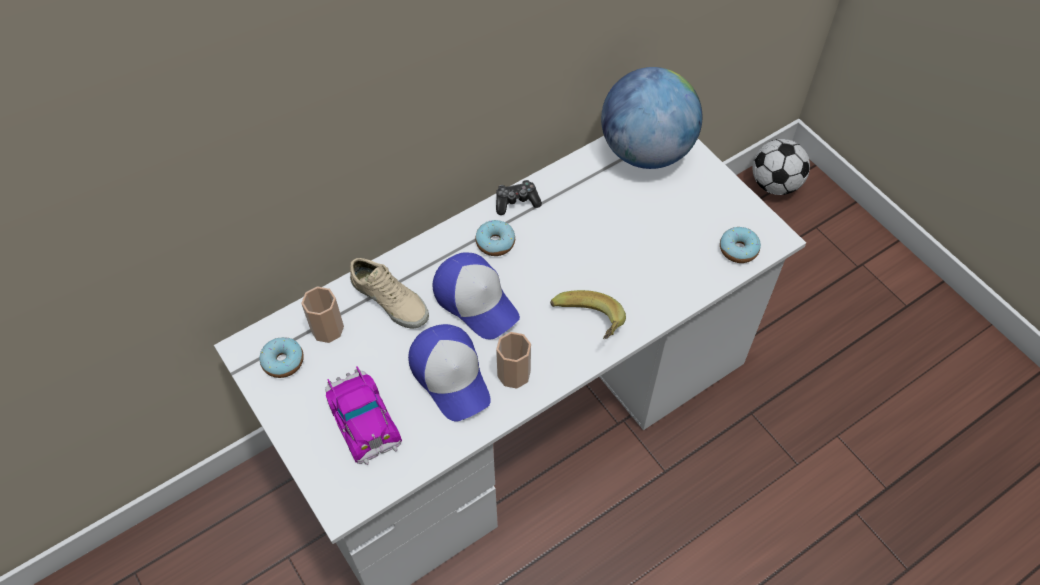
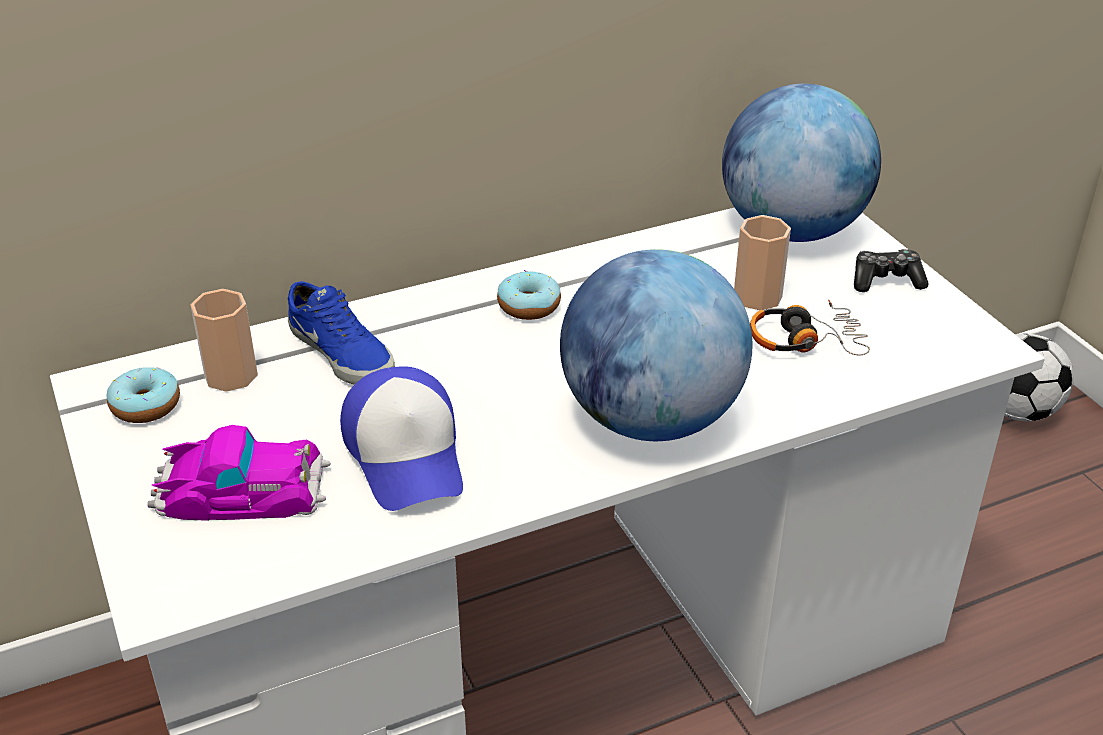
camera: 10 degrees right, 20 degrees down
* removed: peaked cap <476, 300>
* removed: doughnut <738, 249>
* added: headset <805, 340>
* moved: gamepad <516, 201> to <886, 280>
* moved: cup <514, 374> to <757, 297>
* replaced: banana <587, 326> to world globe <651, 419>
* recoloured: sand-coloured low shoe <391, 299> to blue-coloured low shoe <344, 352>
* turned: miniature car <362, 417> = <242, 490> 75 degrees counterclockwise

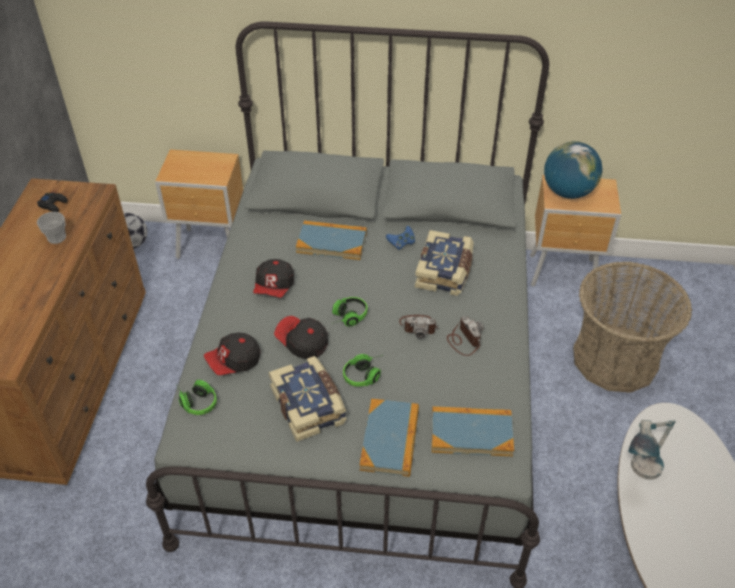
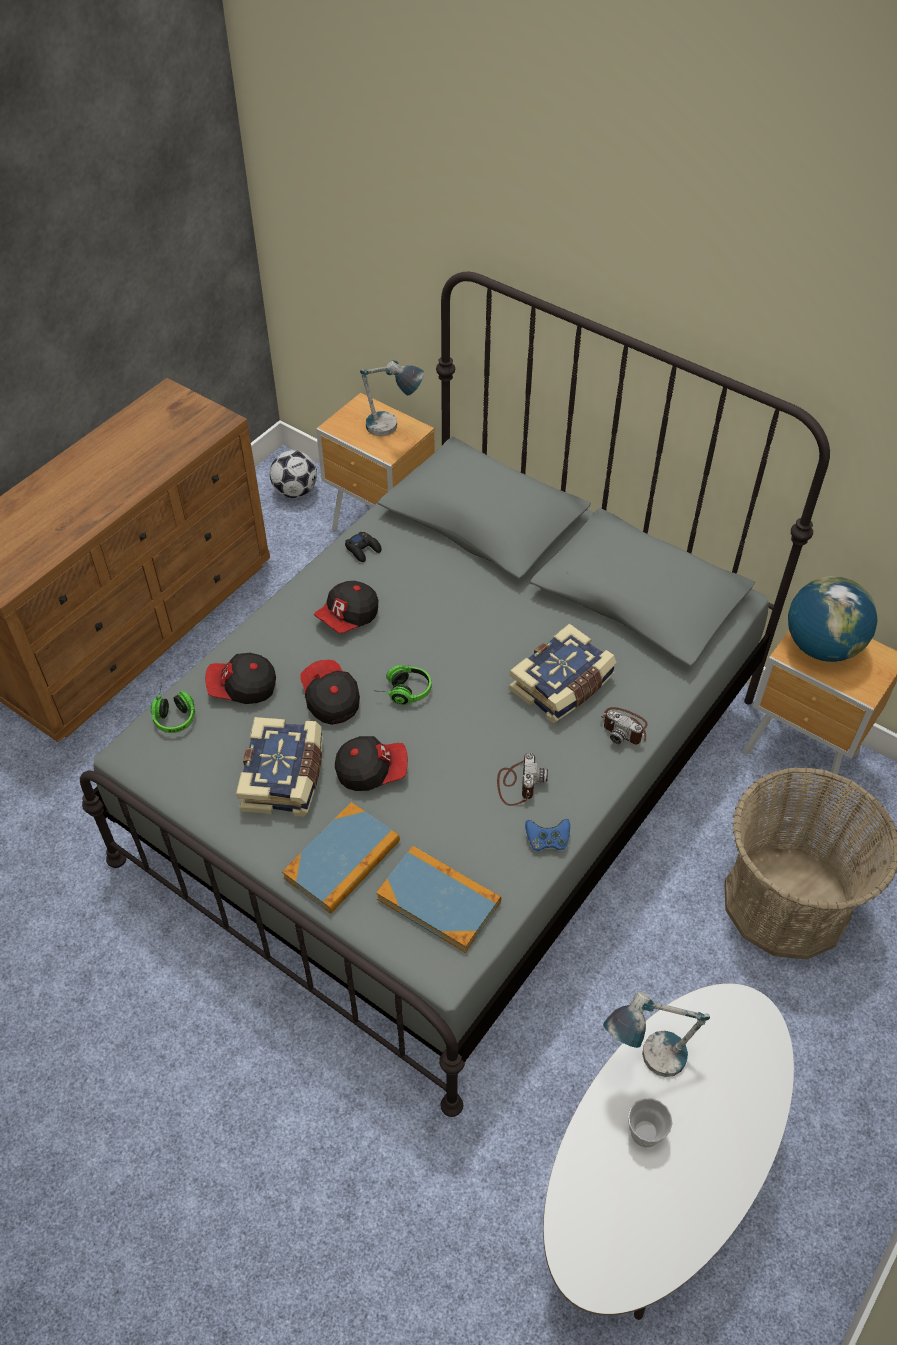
camera: 30 degrees right, 5 degrees up
* removed: volume <331, 242>
* added: lamp for a table <392, 431>
* moved: blackish gamepad <53, 204> to <363, 549>
* moved: cup <56, 238> to <645, 1132>
* moved: blue-coloured gamepad <401, 243> to <547, 841>
* moved: still camera <418, 326> to <625, 727>
* replaced: headset <365, 374> to peaked cap <372, 770>

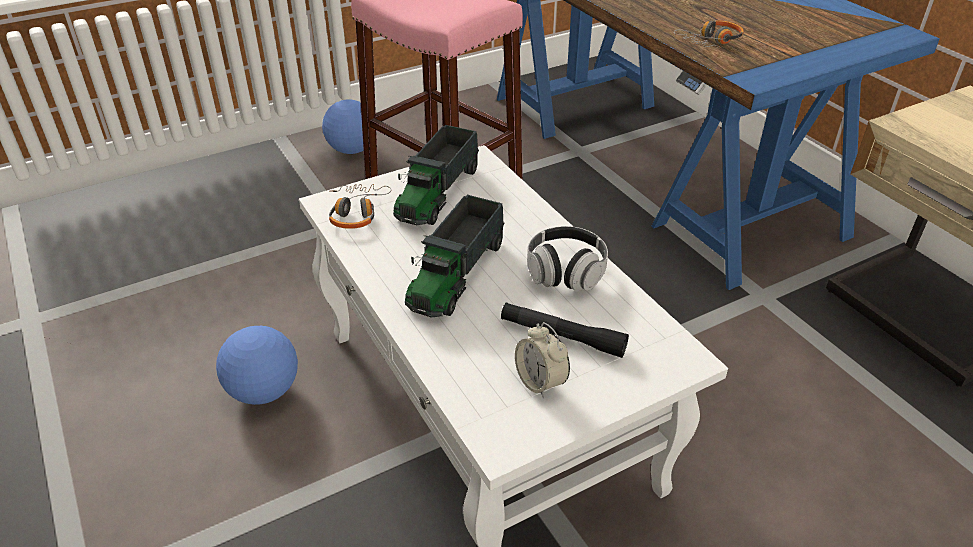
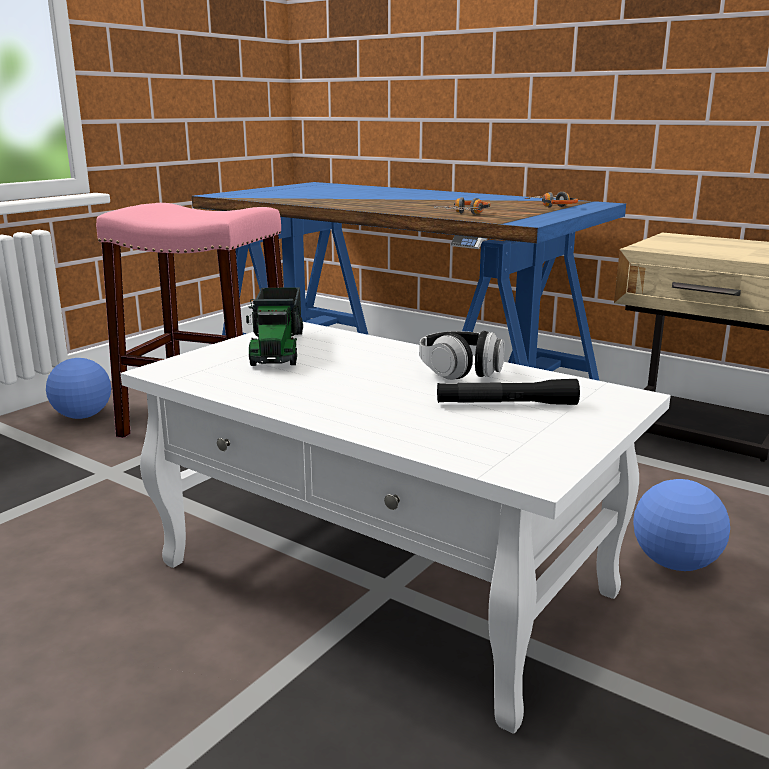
camera: 25 degrees left, 20 degrees down
* removed: toy truck <457, 274>
* removed: table clock <540, 382>
* moved: ball for football <264, 391> to <674, 563>
* moved: headset <356, 212> to <553, 206>

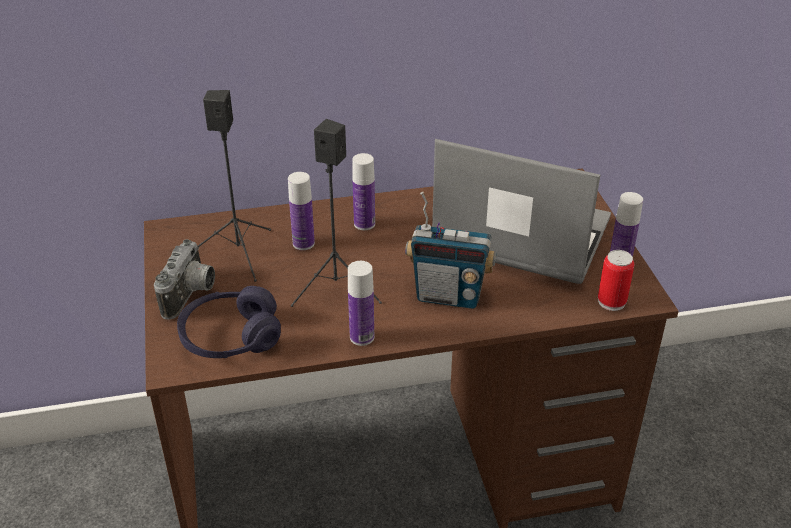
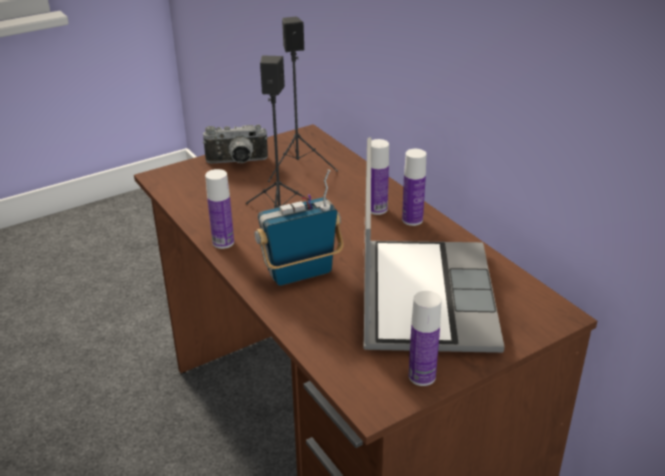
camera: 70 degrees right, 5 degrees down
* removed: purple headset <230, 337>
* removed: can <611, 302>
* moved: bottle <303, 243> to <412, 220>
* turned: radio set <448, 296> = <300, 274> 75 degrees clockwise

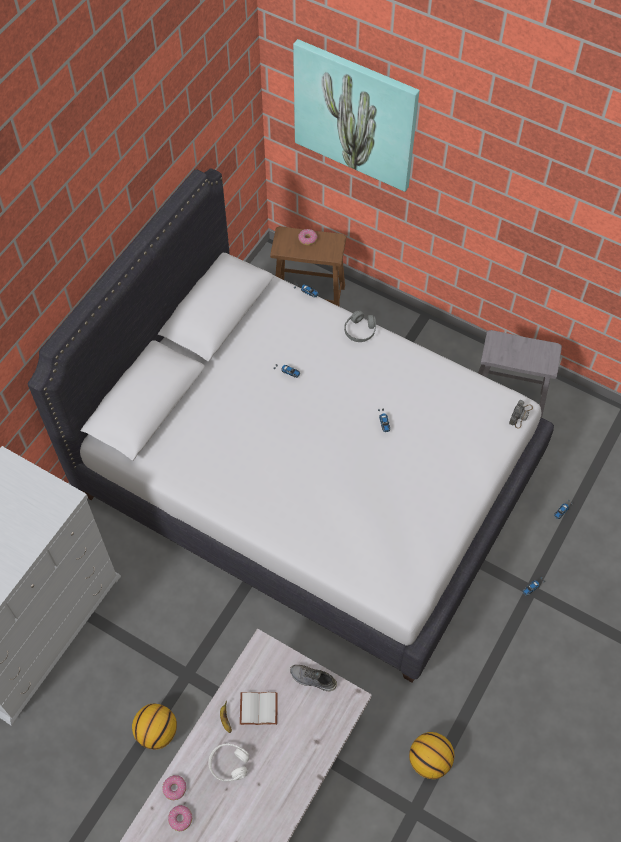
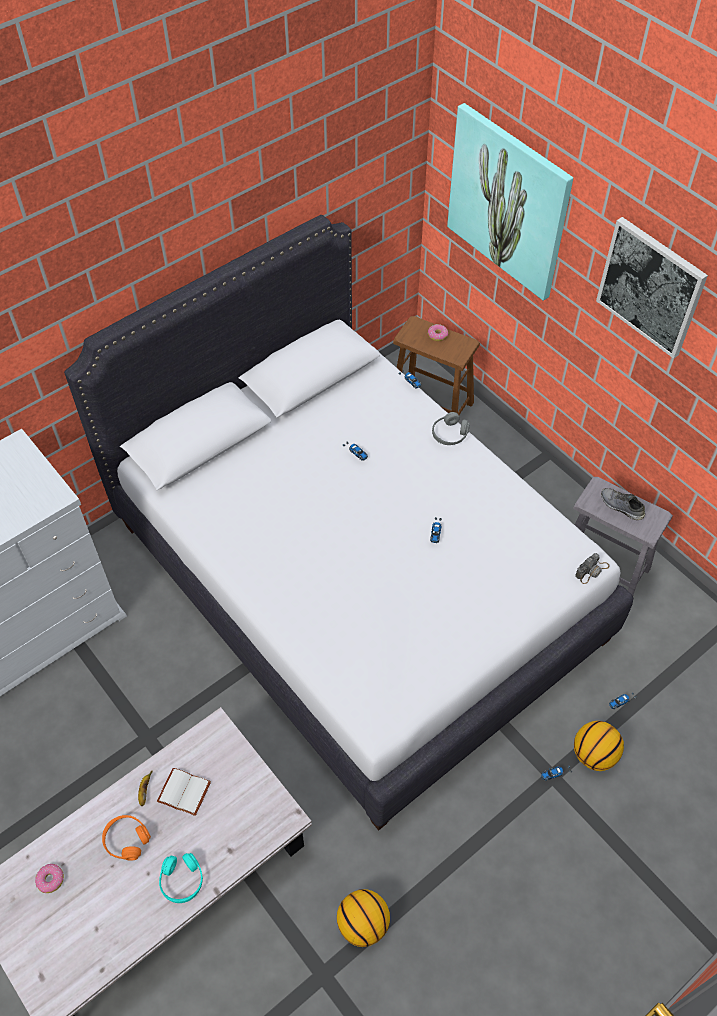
camera: 20 degrees right, 5 degrees down
* removed: doughnut <174, 788>
* added: blue-green headset <182, 880>
* added: wall picture <651, 287>
* moved: ball for basketball <157, 732> to <594, 754>
* moved: greyish low shoe <312, 679> to <621, 507>
* recoloured: white-coloured headset <229, 764> to orangey headset <127, 840>

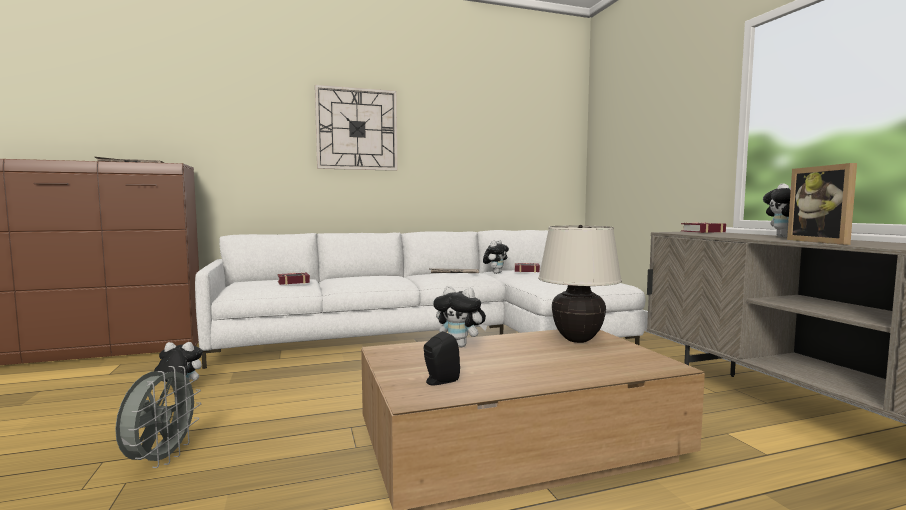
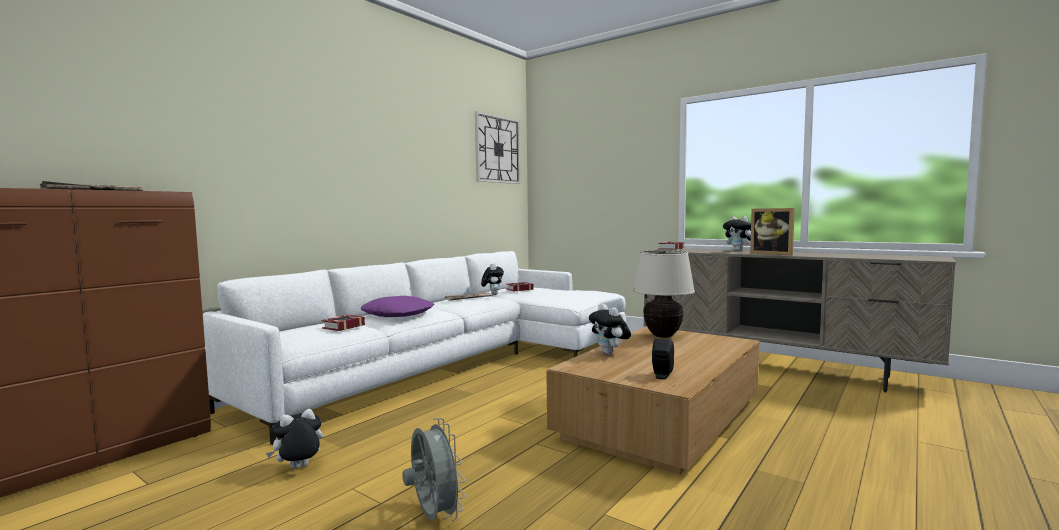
camera: 35 degrees left, 0 degrees up
* added: purple throw pillow <398, 314>
* moved: hanging clock <357, 129> to <497, 149>
* turned: soft toy <461, 345> = <610, 353> 75 degrees clockwise

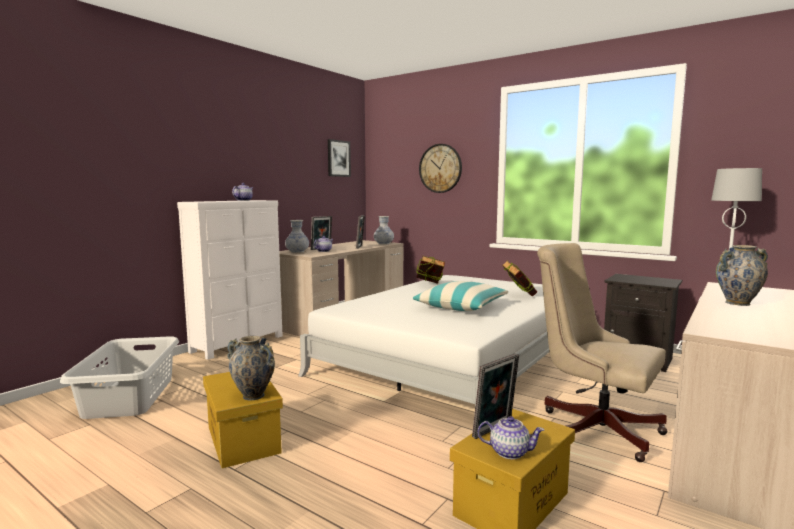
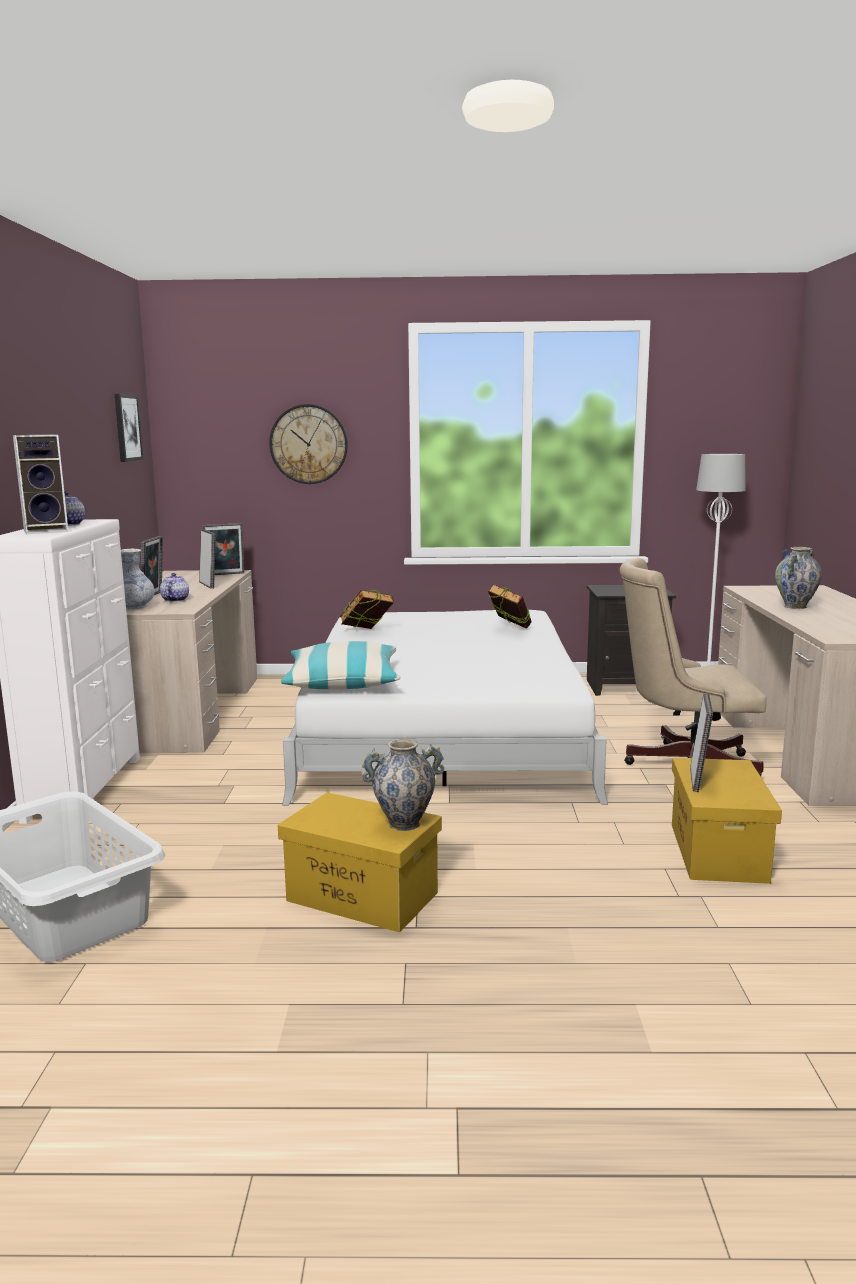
camera: 35 degrees left, 5 degrees up
* removed: teapot <509, 452>
* added: loudspeaker <48, 531>
* moved: throw pillow <461, 307> to <343, 682>
* replaced: flower vase <383, 244> to standing frame <225, 574>

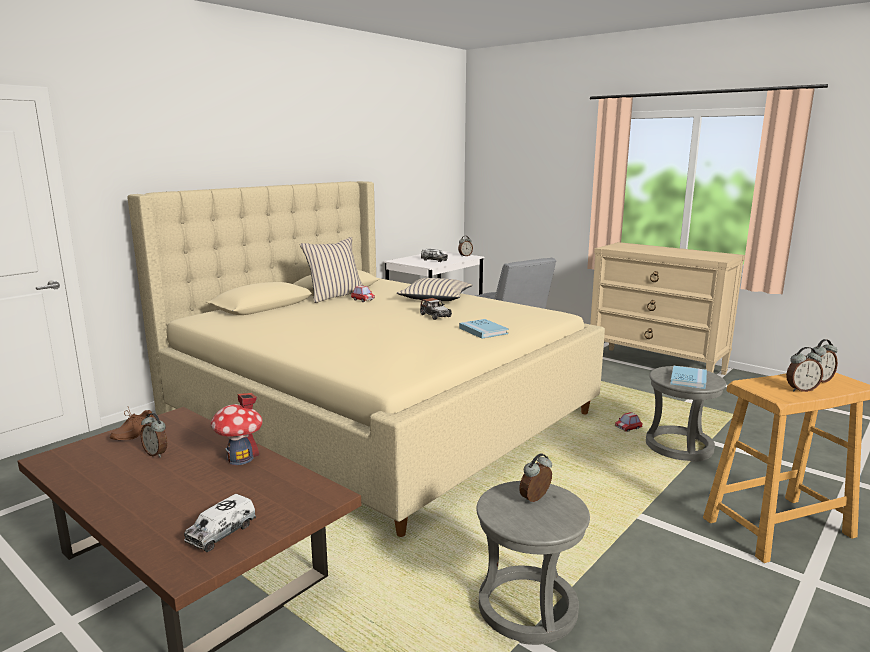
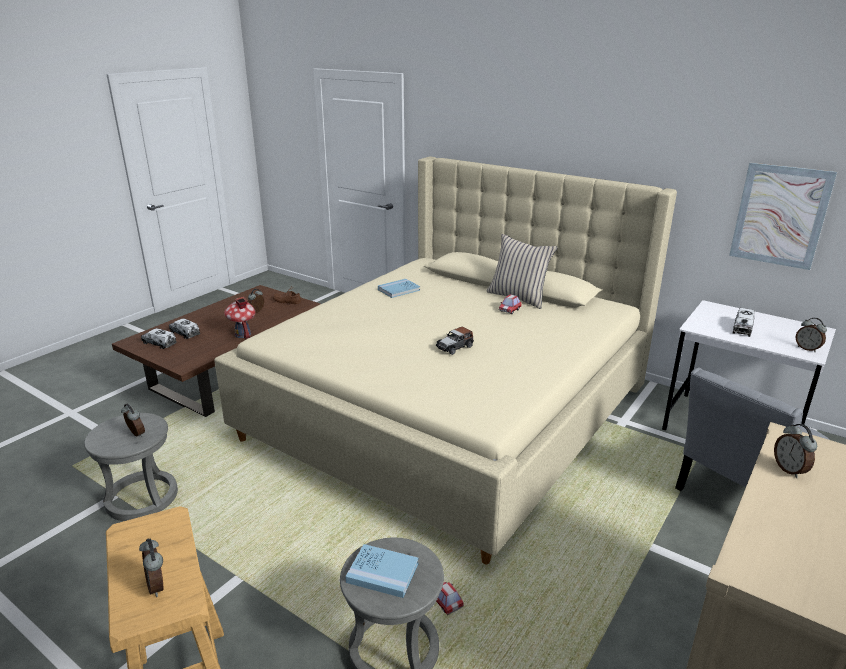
camera: 85 degrees right, 10 degrees up
* removed: sand-coloured throw pillow <435, 298>
* added: toy truck <185, 333>
* added: wall picture <780, 215>
* moved: blue-coloured volume <483, 331> to <398, 290>
* moved: table clock <801, 389> to <790, 470>

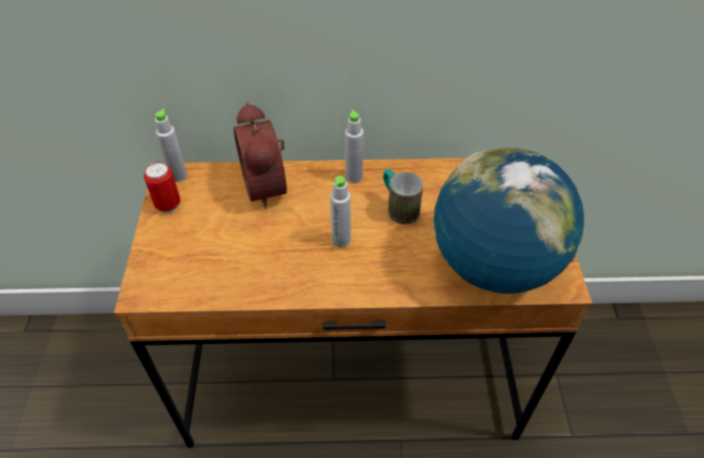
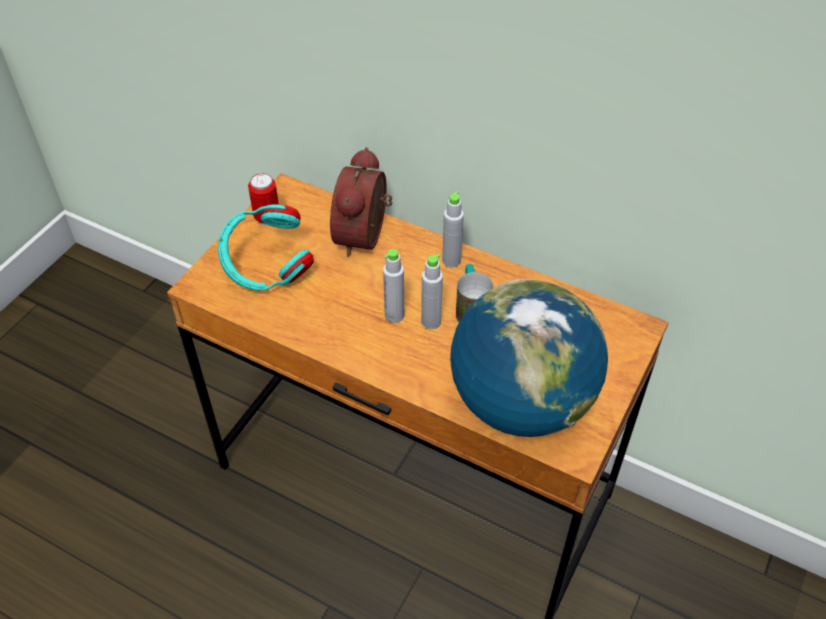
camera: 30 degrees right, 0 degrees up
* added: blue-green headset <267, 270>
* moved: greyish bottle <178, 175> to <431, 321>

